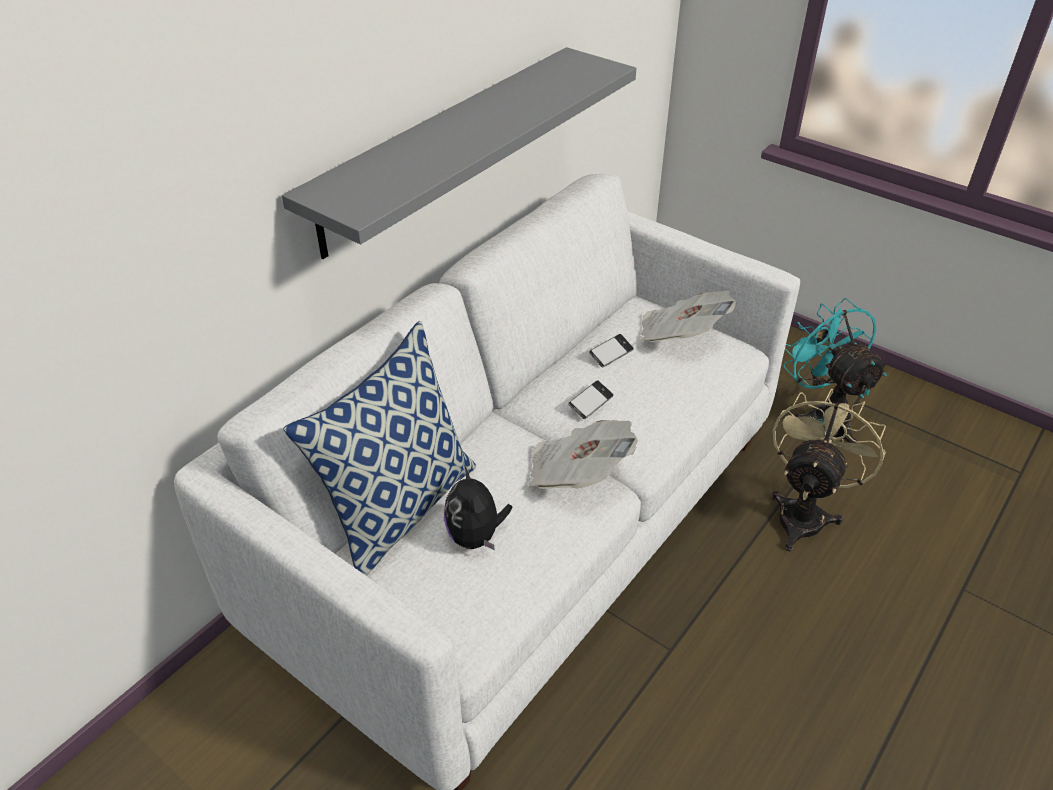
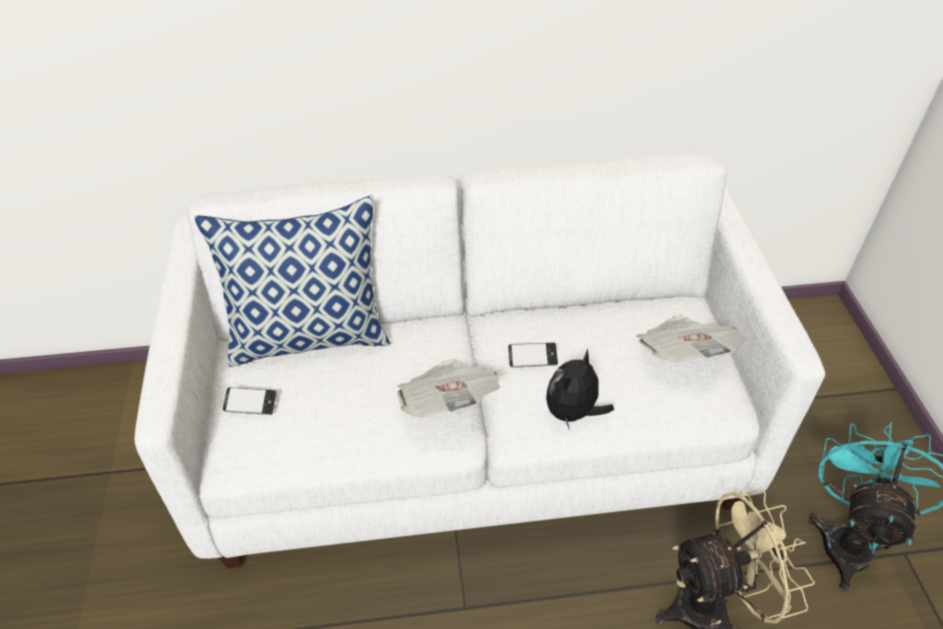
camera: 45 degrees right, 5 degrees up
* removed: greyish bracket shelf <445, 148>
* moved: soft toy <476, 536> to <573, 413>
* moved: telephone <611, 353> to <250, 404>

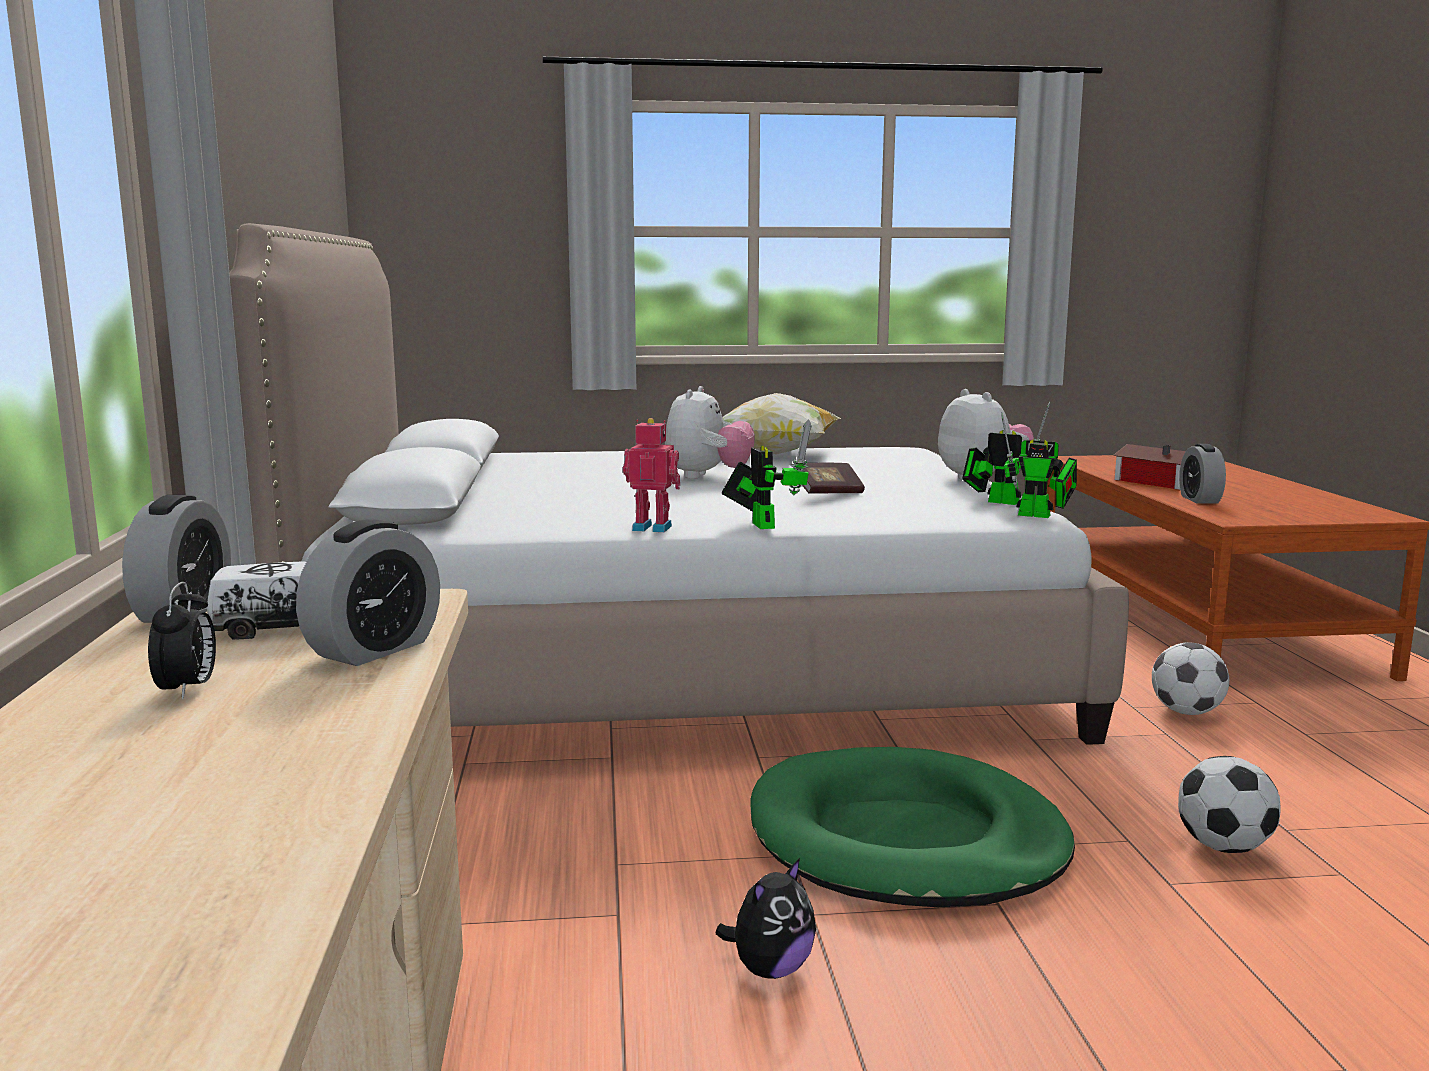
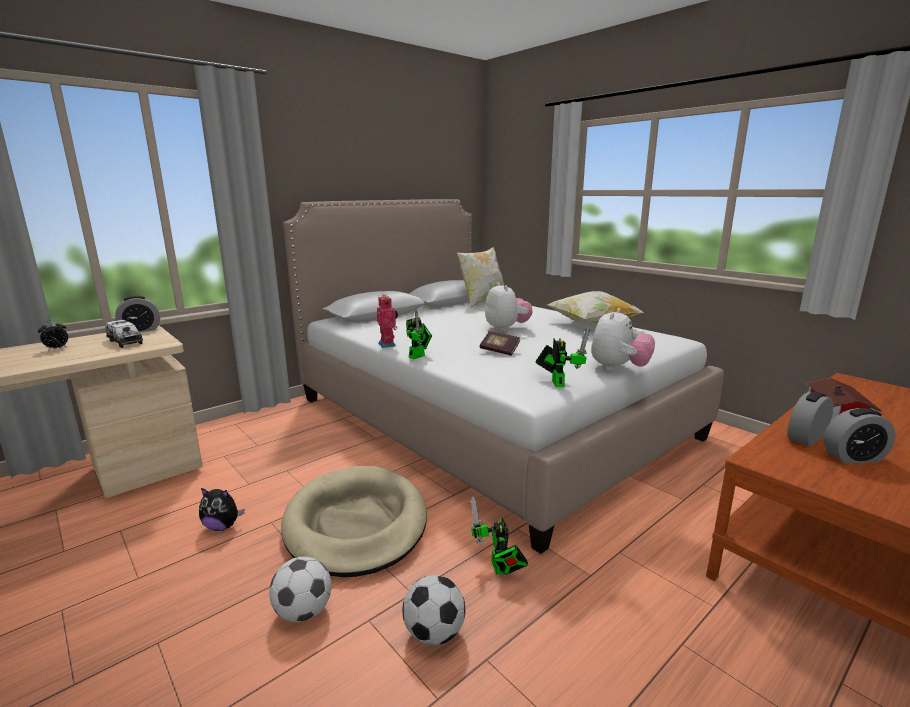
camera: 55 degrees right, 5 degrees up
* added: throw pillow <482, 302>
* moved: table clock <374, 649> to <853, 457>
* moved: toy robot <1039, 516> to <499, 569>
* moved: ball for football <1186, 712> to <303, 612>
* recoloured: green-coloured dog cushion <906, 839> to sand-coloured dog cushion <356, 524>
* turned: soft toy <707, 476> = <506, 329> 90 degrees counterclockwise

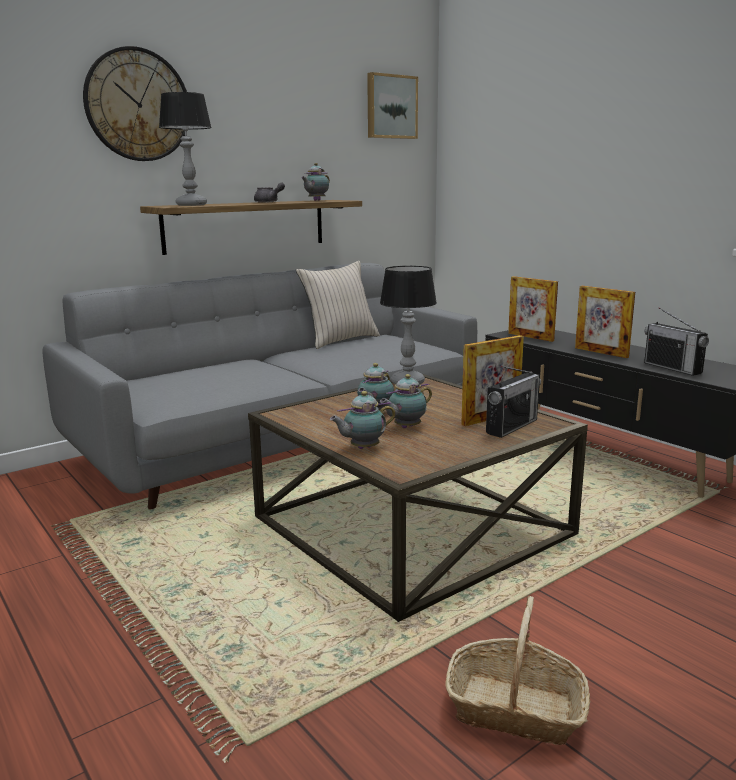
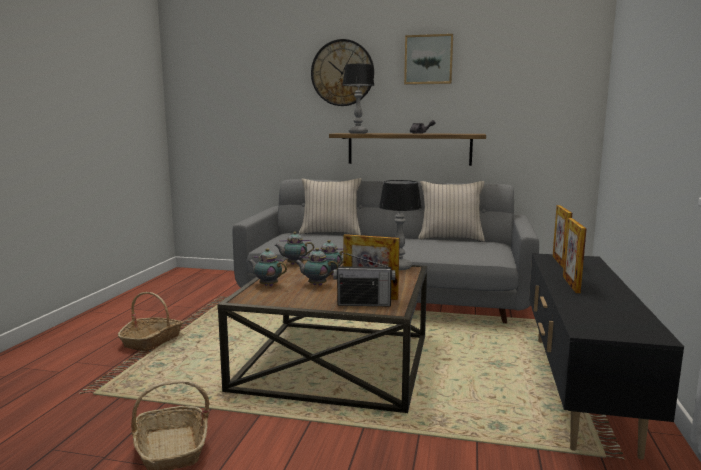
camera: 50 degrees right, 5 degrees down
* removed: radio set <672, 368>
* added: basket <152, 341>
* added: sand-coloured throw pillow <330, 233>
* moved: teapot <316, 200> to <294, 264>
* moved: wall picture <390, 107> to <428, 60>

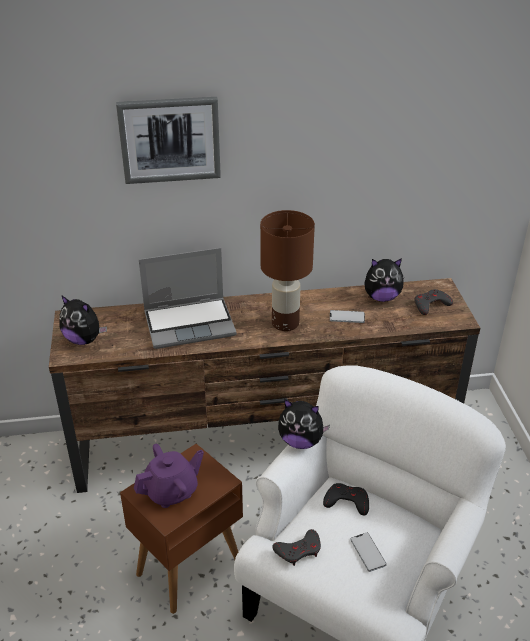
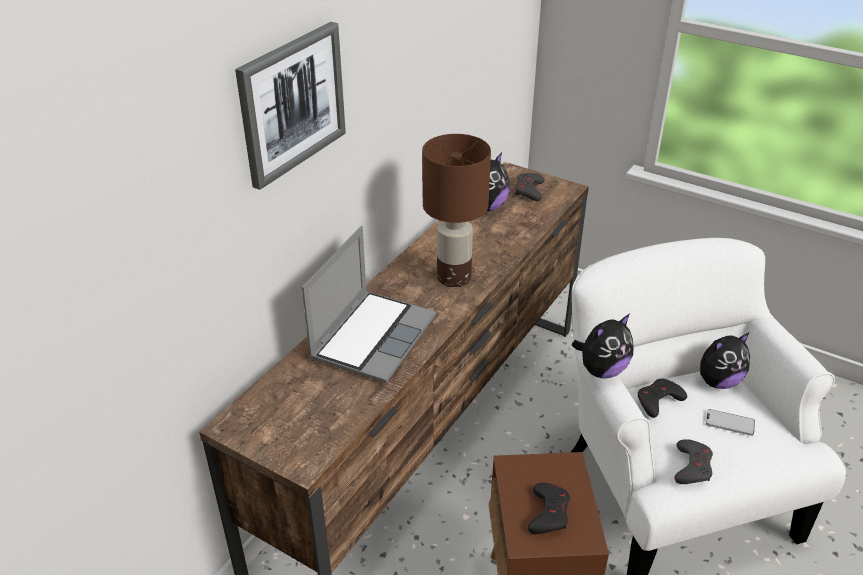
camera: 50 degrees left, 0 degrees up
* removed: telephone <347, 317>
* moved: soft toy <84, 339> to <717, 381>
* replaced: purple teapot <171, 491> to blackish gamepad <548, 513>

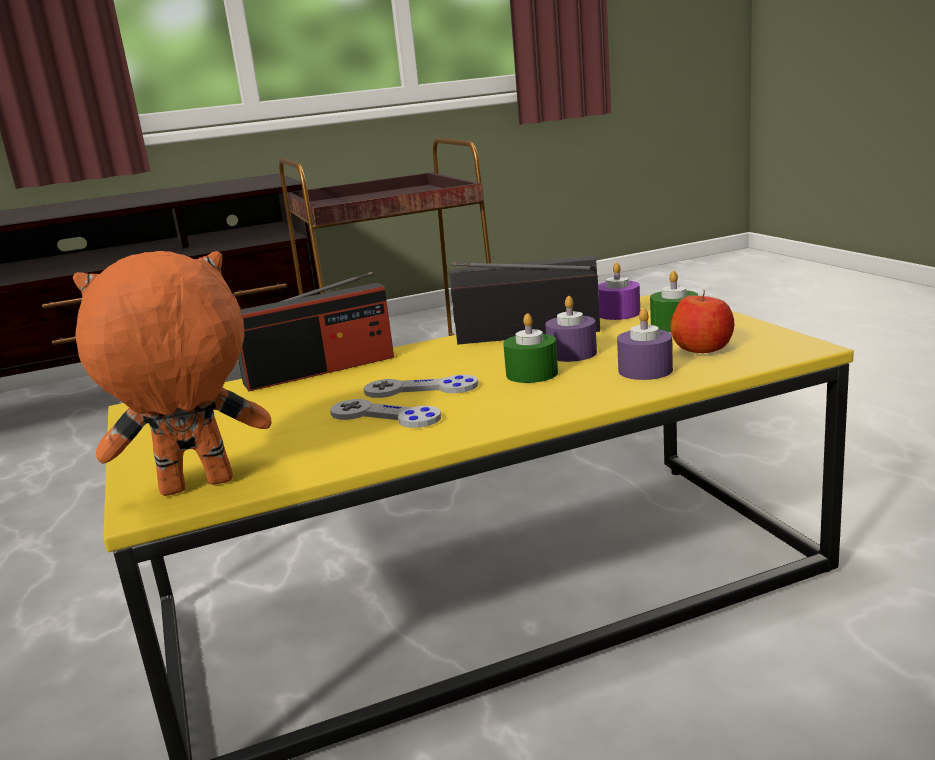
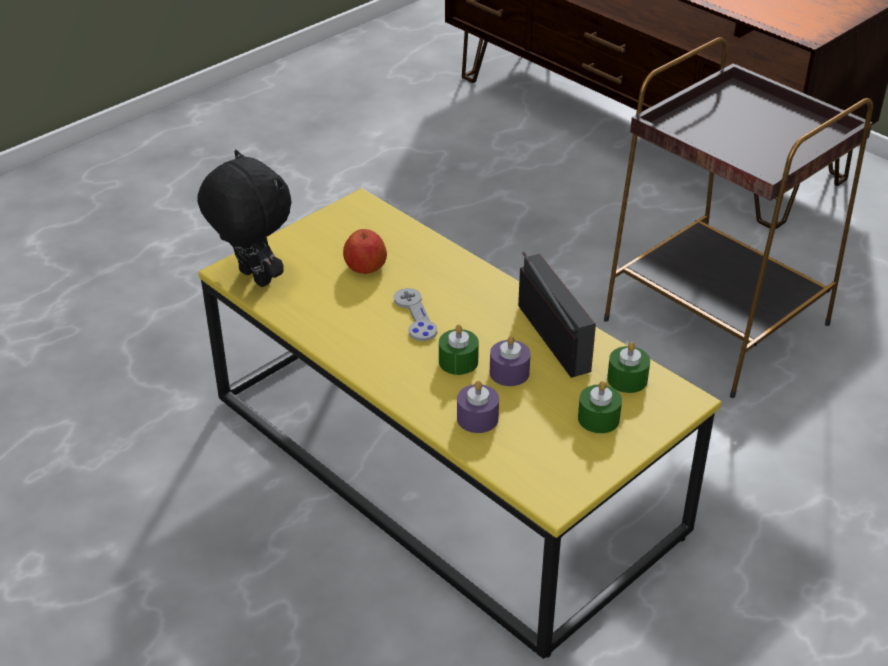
camera: 65 degrees right, 20 degrees up
* removed: radio set <320, 370>
* removed: greyish gamepad <385, 416>
* moved: apple fruit <703, 349> to <365, 267>
* recoloured: orangey soft toy <196, 488> to blackish soft toy <252, 278>
* recoloured: purple candle <618, 313> to green-coloured candle <627, 379>

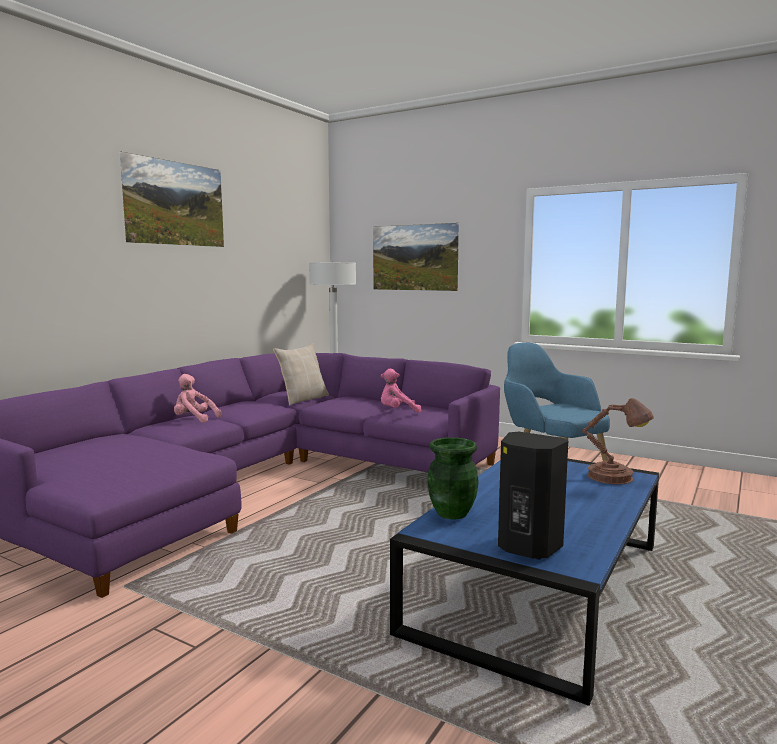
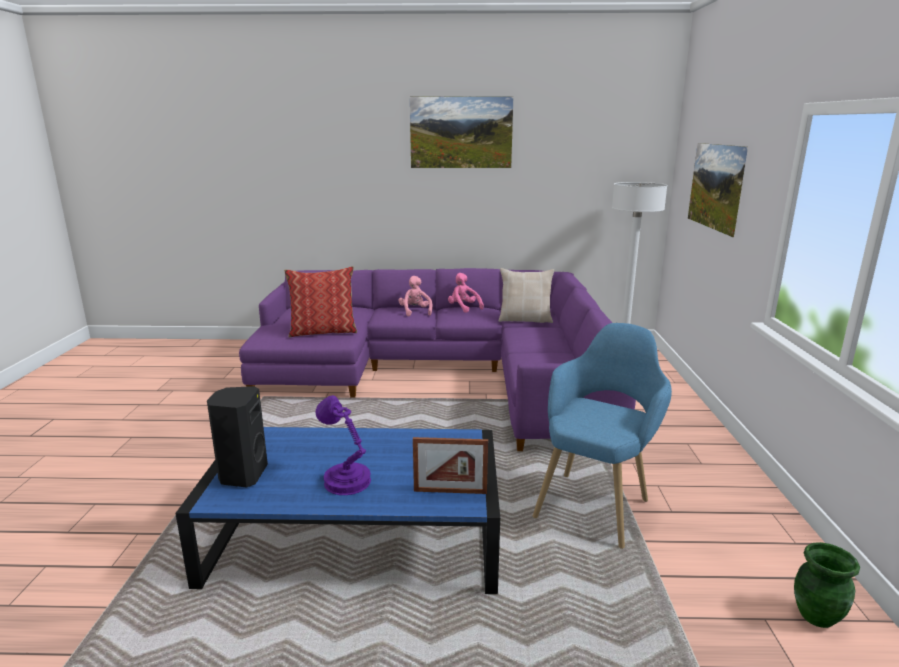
camera: 60 degrees right, 10 degrees up
* added: throw pillow <323, 332>
* added: purple lamp for a table <344, 480>
* moved: pink-coloured soft toy <397, 412> to <463, 308>
* moved: green-coloured flower vase <452, 513> to <817, 616>
* replaced: brown lamp for a table <614, 477> to standing frame <450, 491>

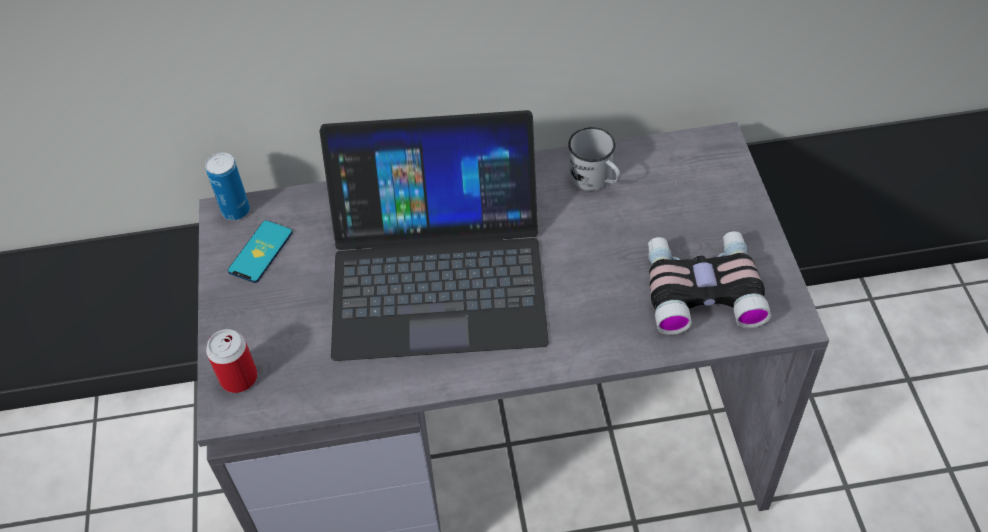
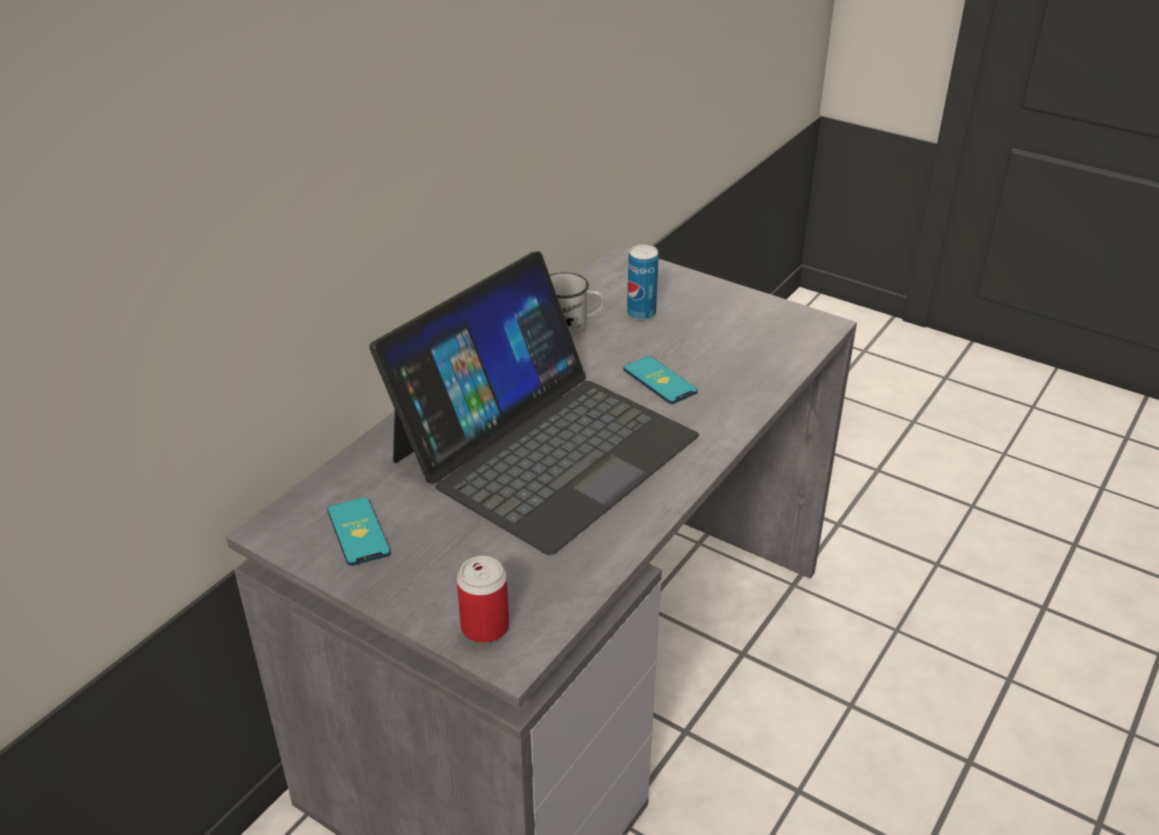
camera: 50 degrees left, 15 degrees down
* removed: binoculars <701, 288>
* added: telephone <659, 381>
* moved: can <236, 211> to <641, 313>

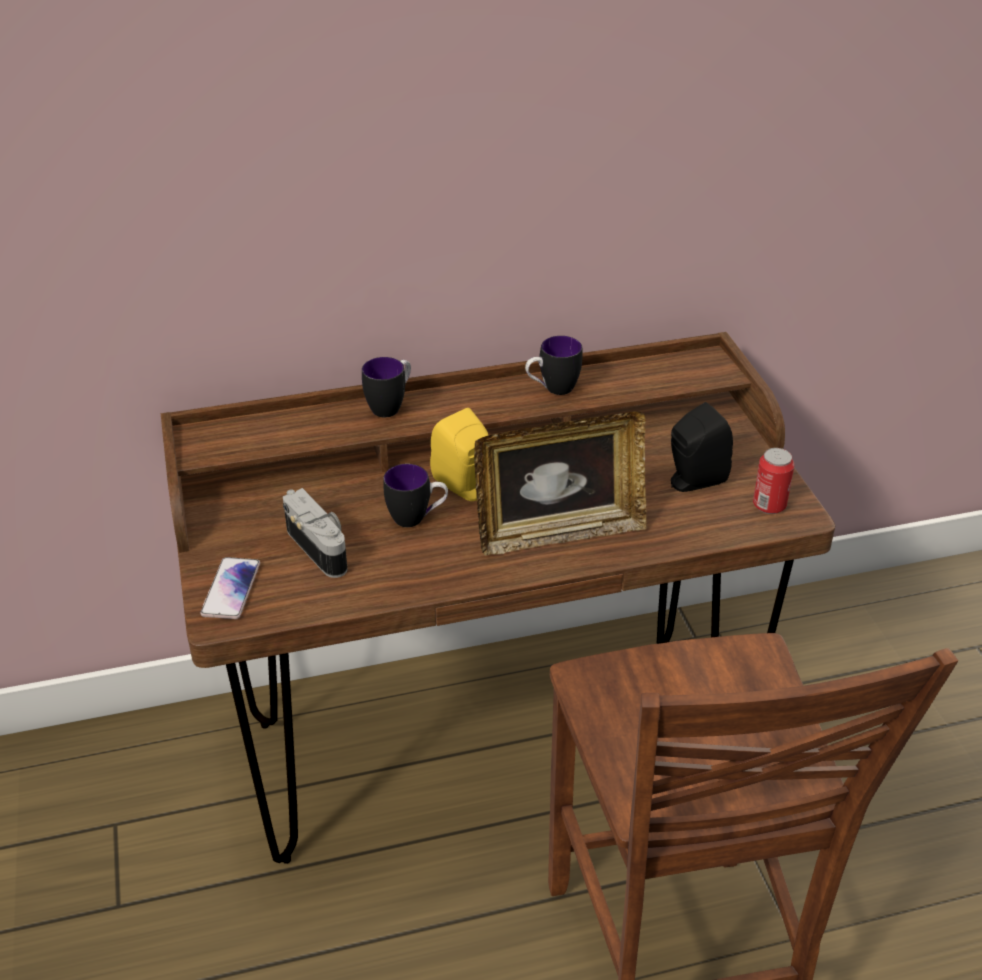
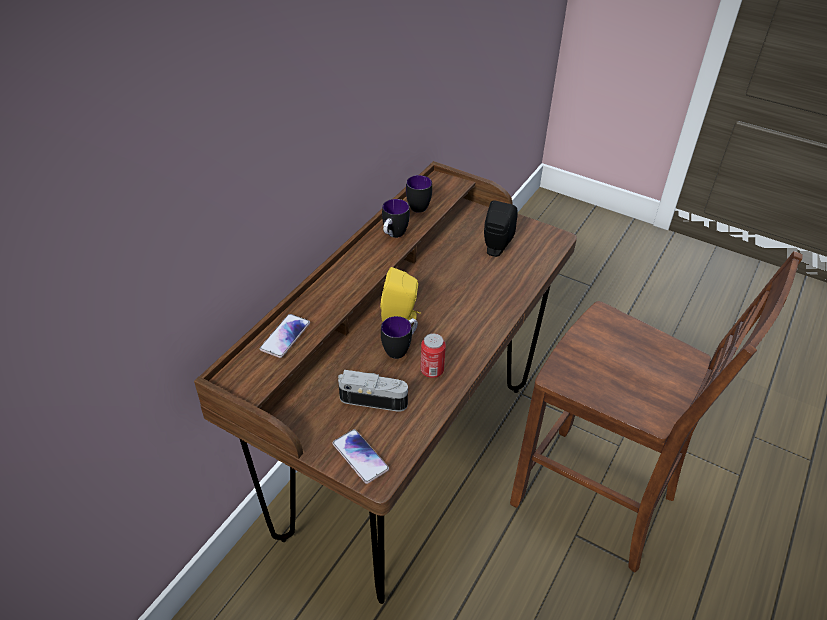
camera: 45 degrees left, 5 degrees up
* removed: standing frame <559, 532>
* added: telephone <285, 336>
* moved: tea mug <391, 406> to <417, 205>
* moved: can <769, 505> to <432, 370>

